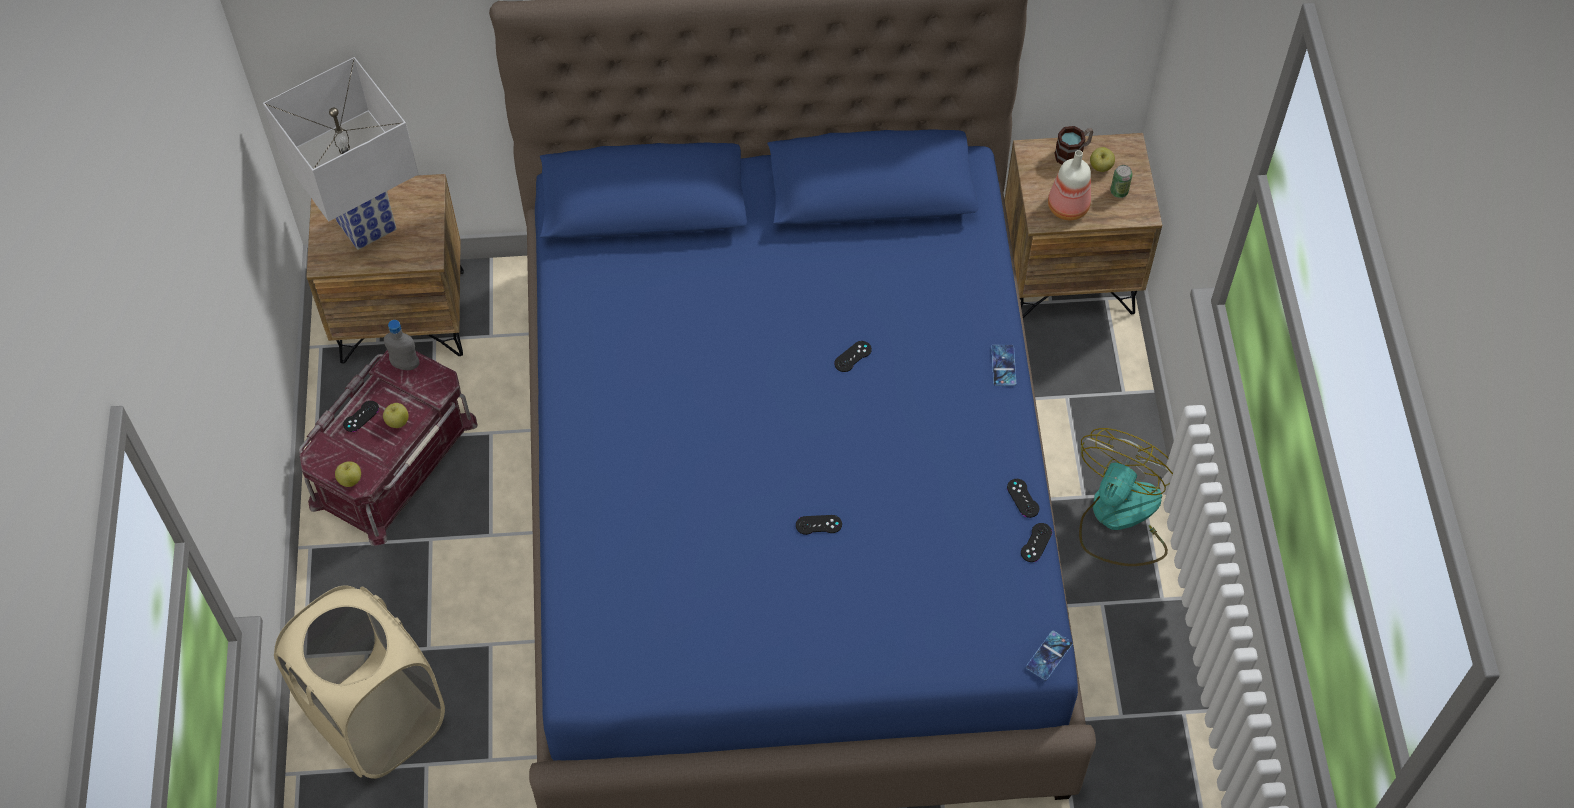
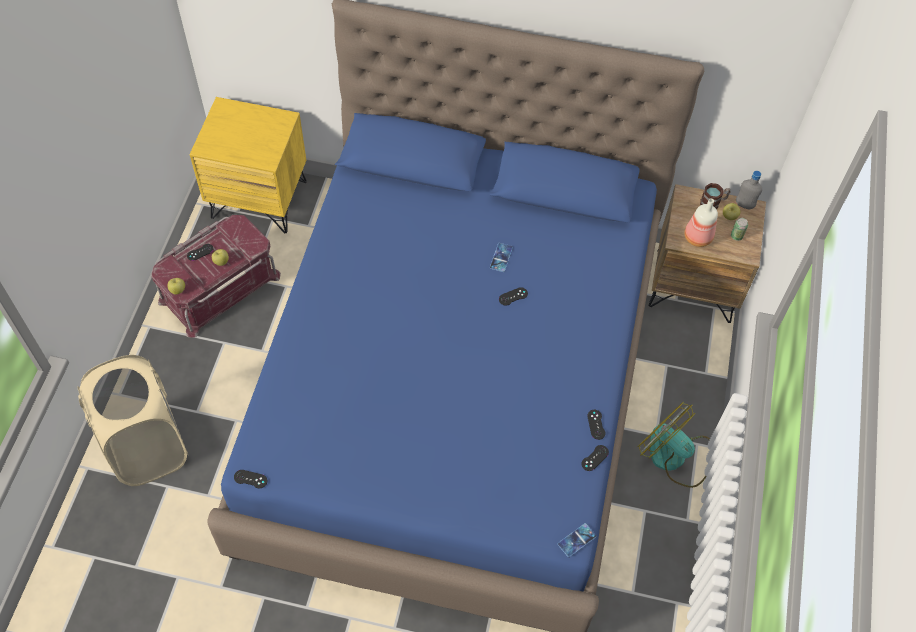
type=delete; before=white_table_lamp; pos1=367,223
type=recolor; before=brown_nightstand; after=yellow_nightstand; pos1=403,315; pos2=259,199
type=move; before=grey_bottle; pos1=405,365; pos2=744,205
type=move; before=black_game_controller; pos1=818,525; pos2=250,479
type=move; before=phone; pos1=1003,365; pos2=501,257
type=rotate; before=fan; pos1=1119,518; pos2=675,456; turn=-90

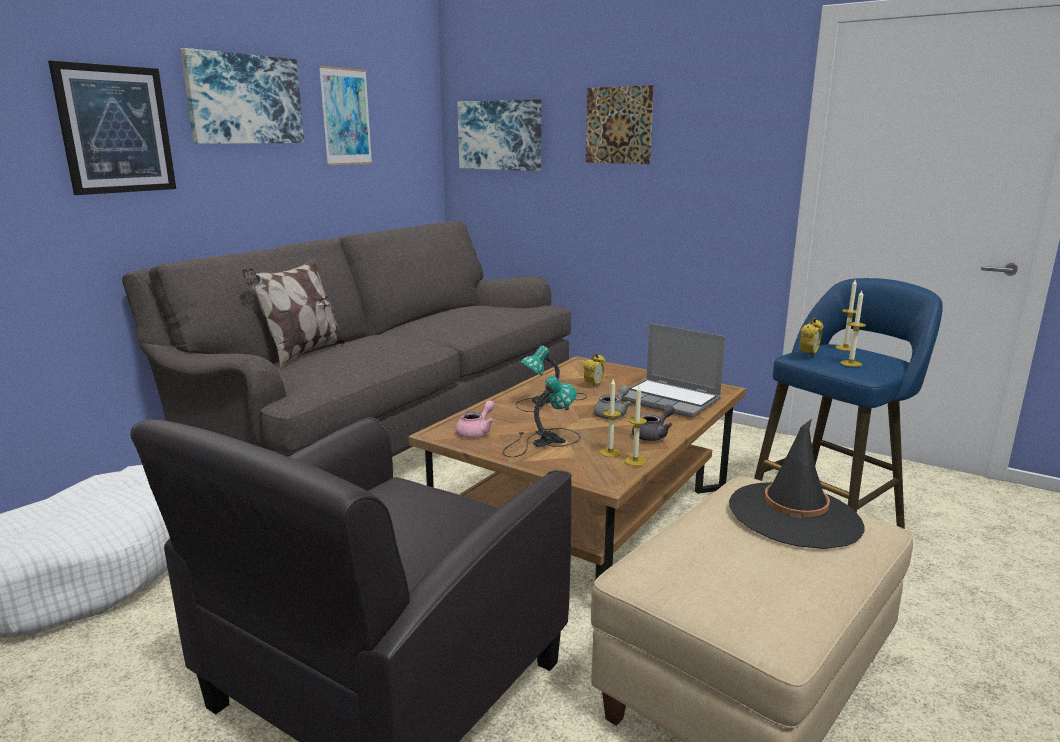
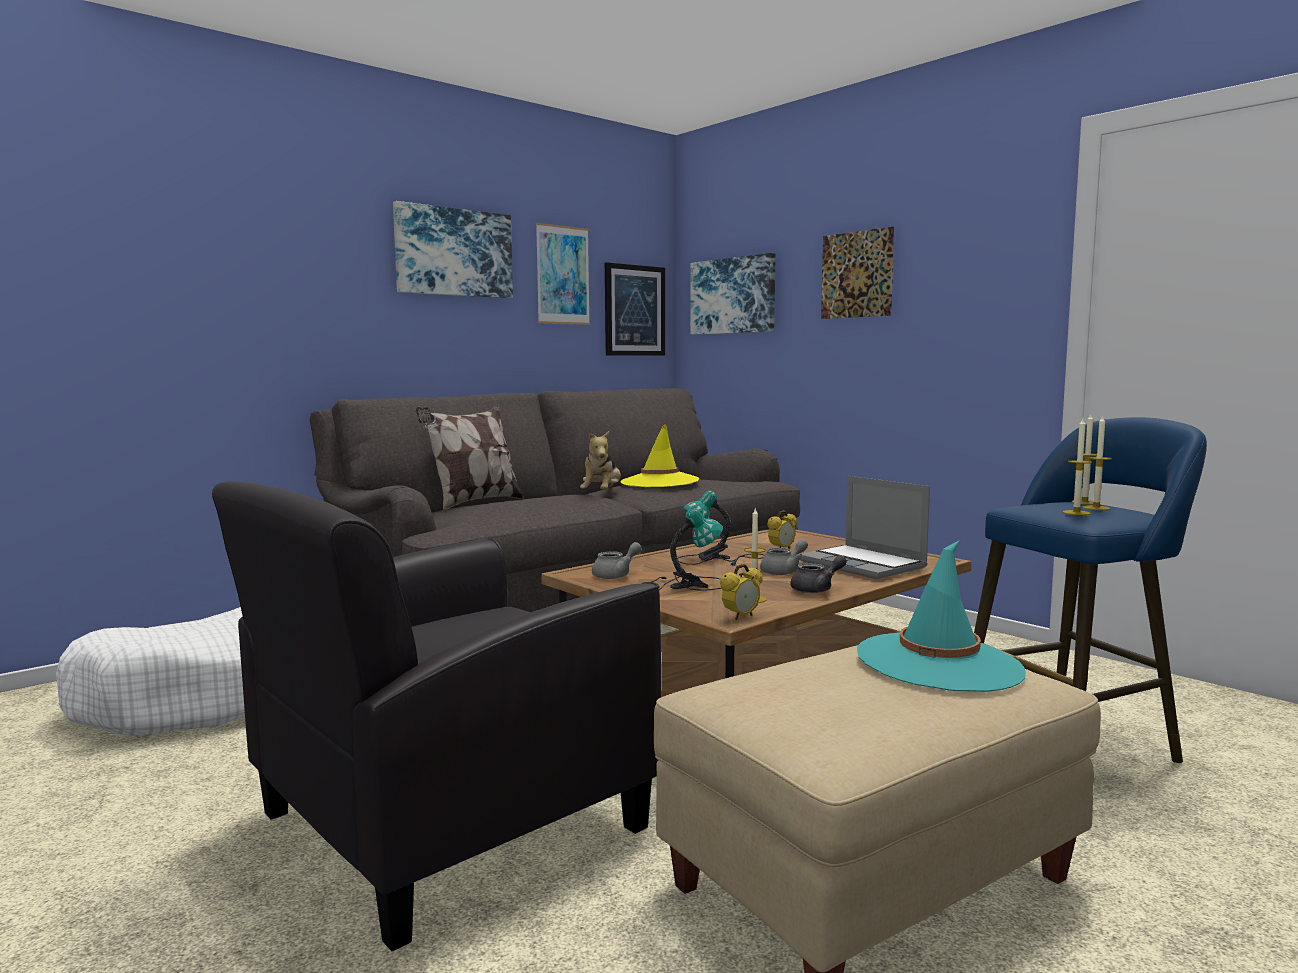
type=move; before=picture; pos1=115,130; pos2=634,310
type=recolor; before=pink_teapot; after=grey_teapot; pos1=476,432; pos2=616,575
type=move; before=candle; pos1=635,461; pos2=1096,508
type=recolor; before=black_hat; after=turquoise_hat; pos1=794,515; pos2=939,663
type=move; before=alarm_clock; pos1=808,355; pos2=740,616
type=insert; after=plush_toy; pos2=602,494
type=insert; after=yellow_hat; pos2=659,482

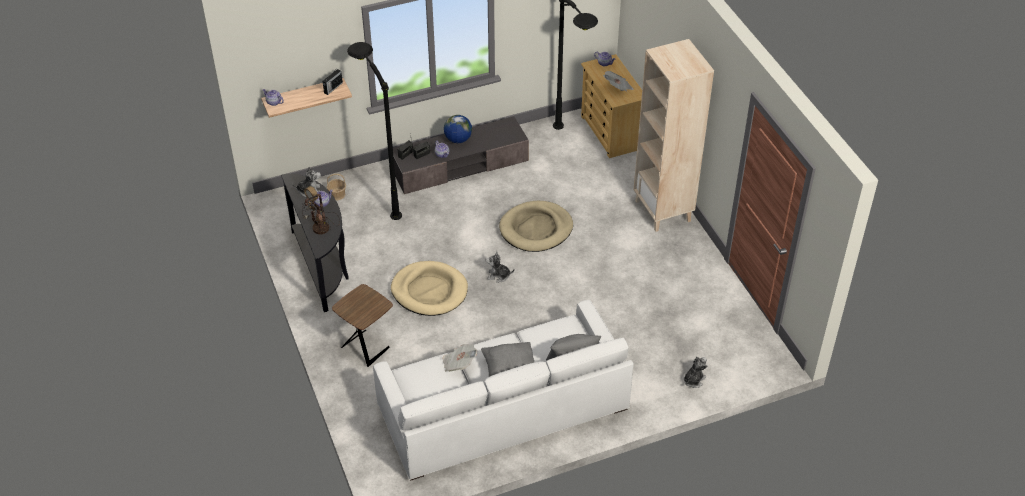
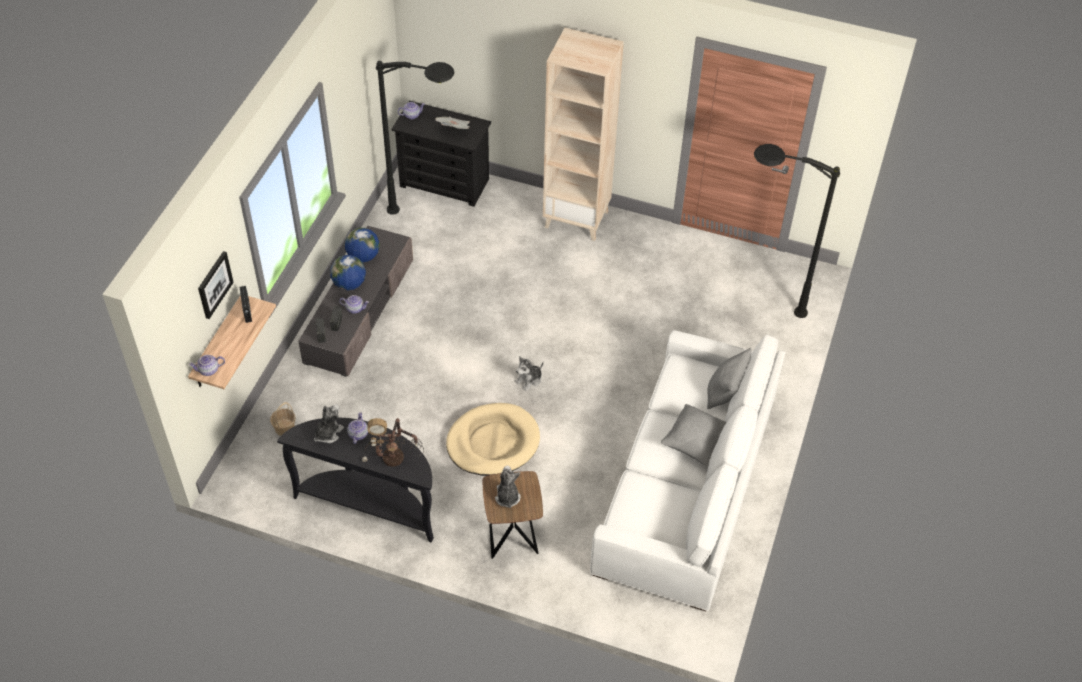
type=move; before=black_floor_lamp; pos1=380,194; pos2=757,306
type=delete; before=newspaper; pos1=459,363
type=delete; before=beige_dog_bed; pos1=536,229
type=recolor; before=beige_dresser; after=black_dresser; pos1=611,132; pos2=445,183
type=move; before=plush_toy; pos1=693,380; pos2=507,496
type=insert; after=picture; pos2=214,284
type=insert; after=globe; pos2=363,256

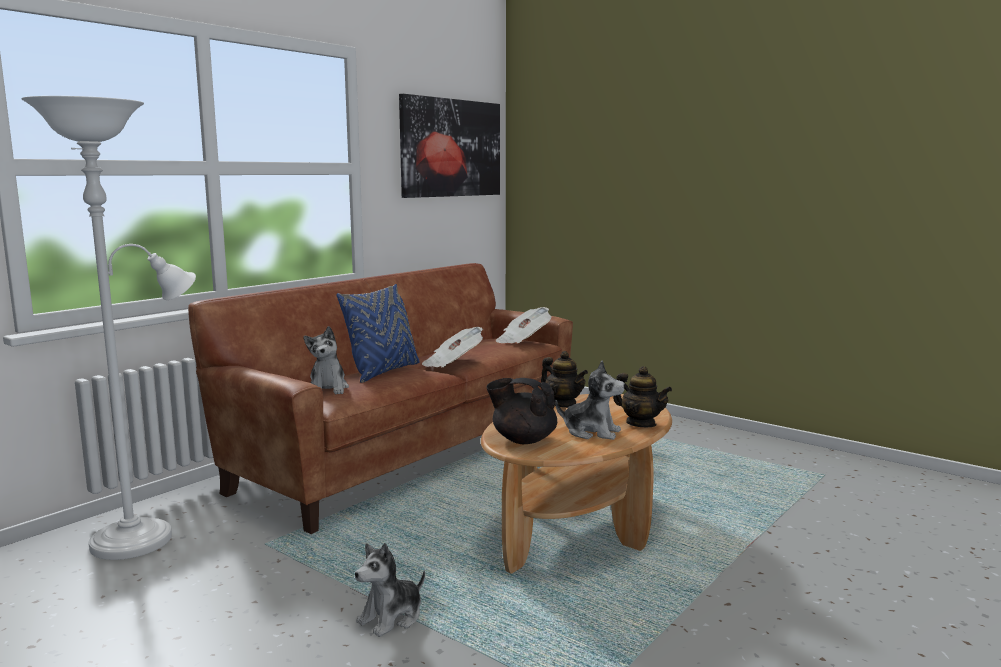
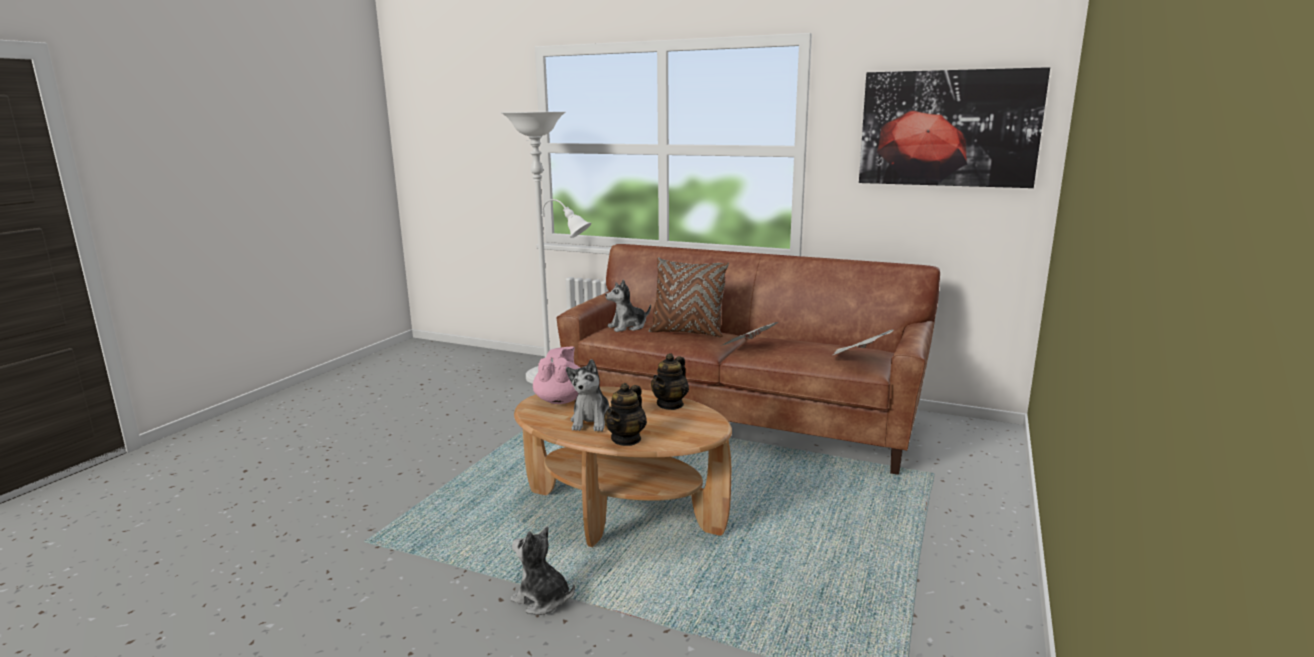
type=recolor; before=blue_pillow; after=brown_pillow; pos1=383,372; pos2=687,332
type=move; before=plush_toy; pos1=392,617; pos2=542,600
type=recolor; before=black_teapot; after=pink_teapot; pos1=523,440; pos2=561,400

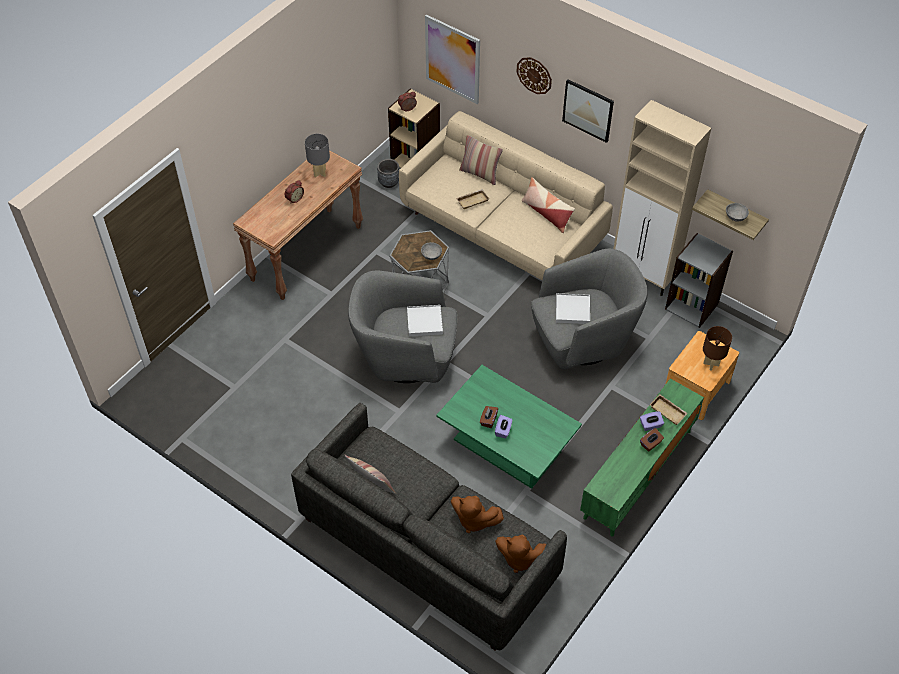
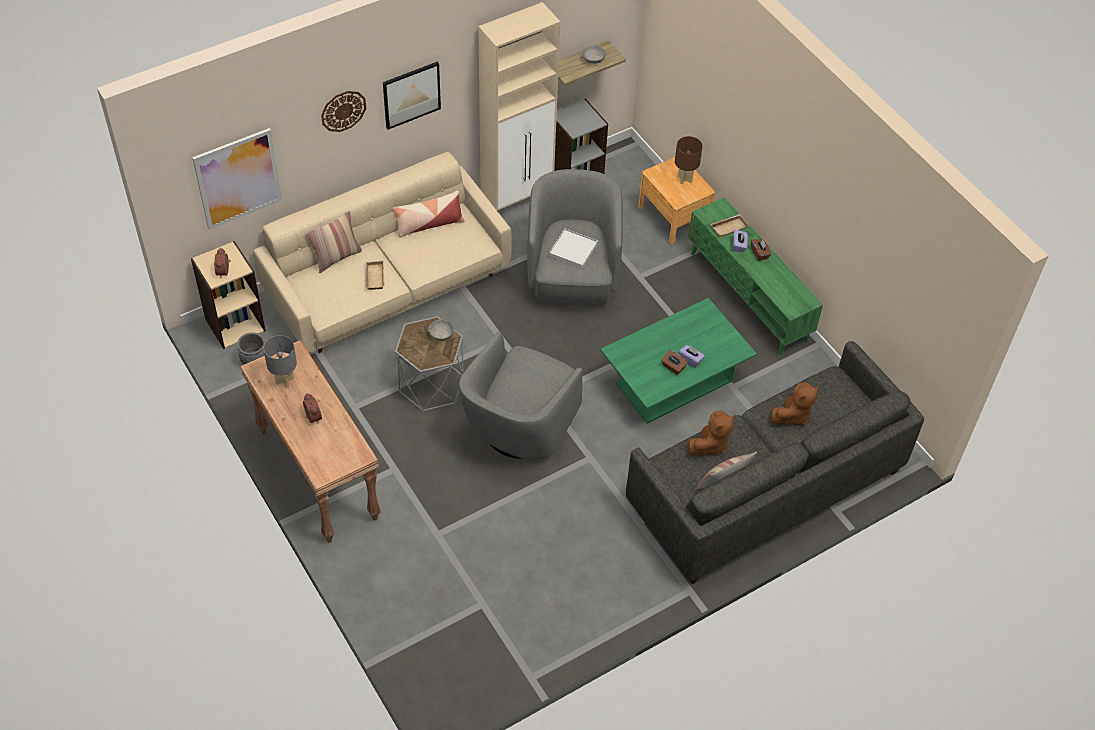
type=delete; before=white_tray; pos1=424,322
type=move; before=brown_plush_toy; pos1=519,559; pos2=710,444

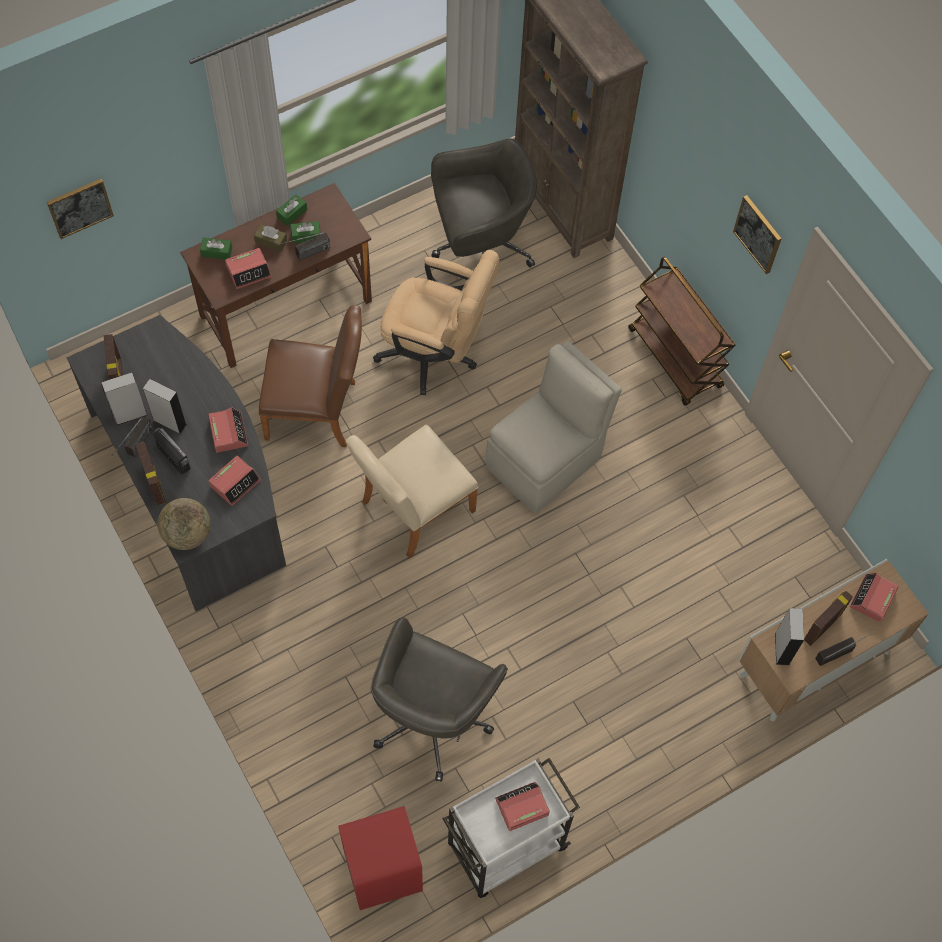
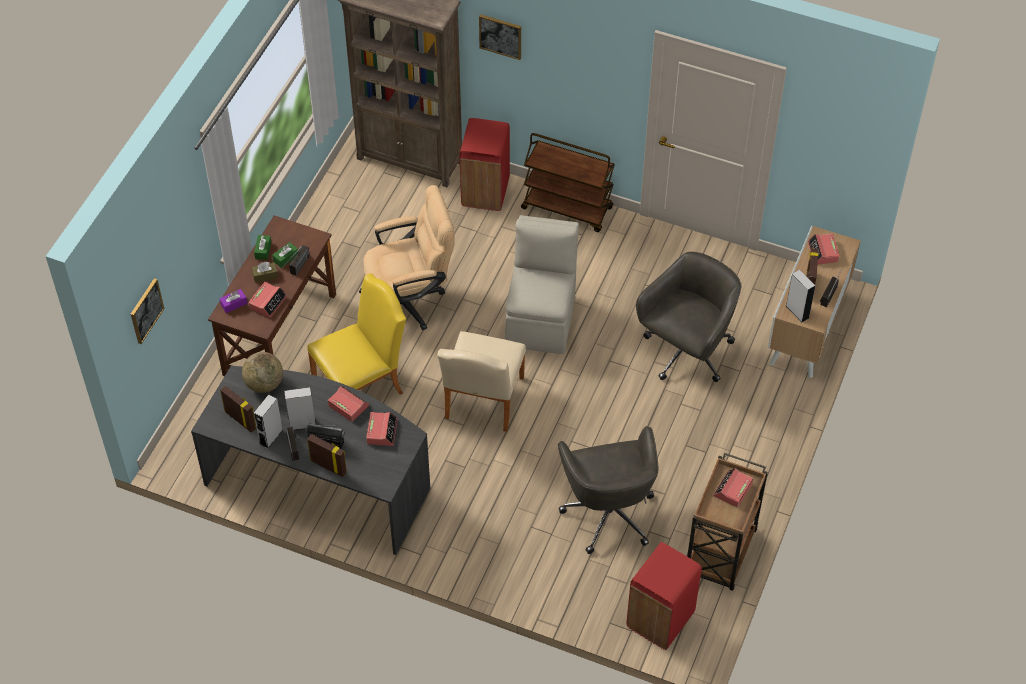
type=move; before=globe; pos1=187,534; pos2=264,384
type=recolor; before=green_tissue_box; after=purple_tissue_box; pos1=217,252; pos2=234,304
type=recolor; before=brown_chair; after=yellow_chair; pos1=318,411; pos2=363,383
type=move; before=grey_office_chair; pos1=480,248; pos2=686,352
type=recolor; before=white_cart; after=brown_cart; pos1=505,847; pos2=720,554
type=move; before=picture; pos1=758,234; pos2=500,36
type=insert; after=red_trash_can; pos2=486,192

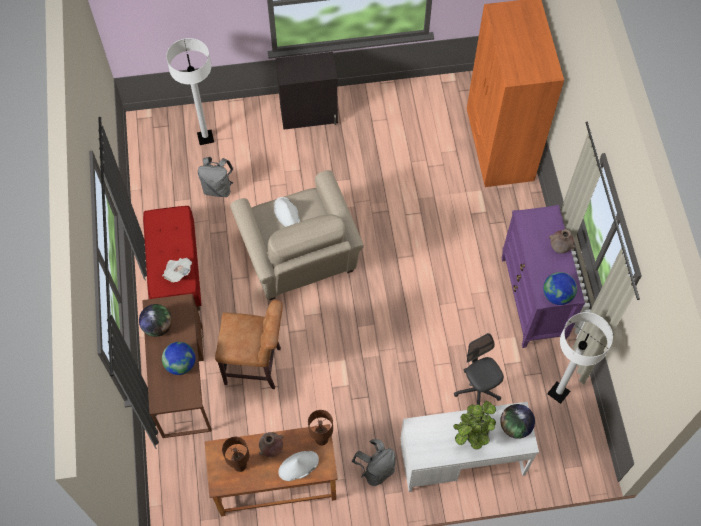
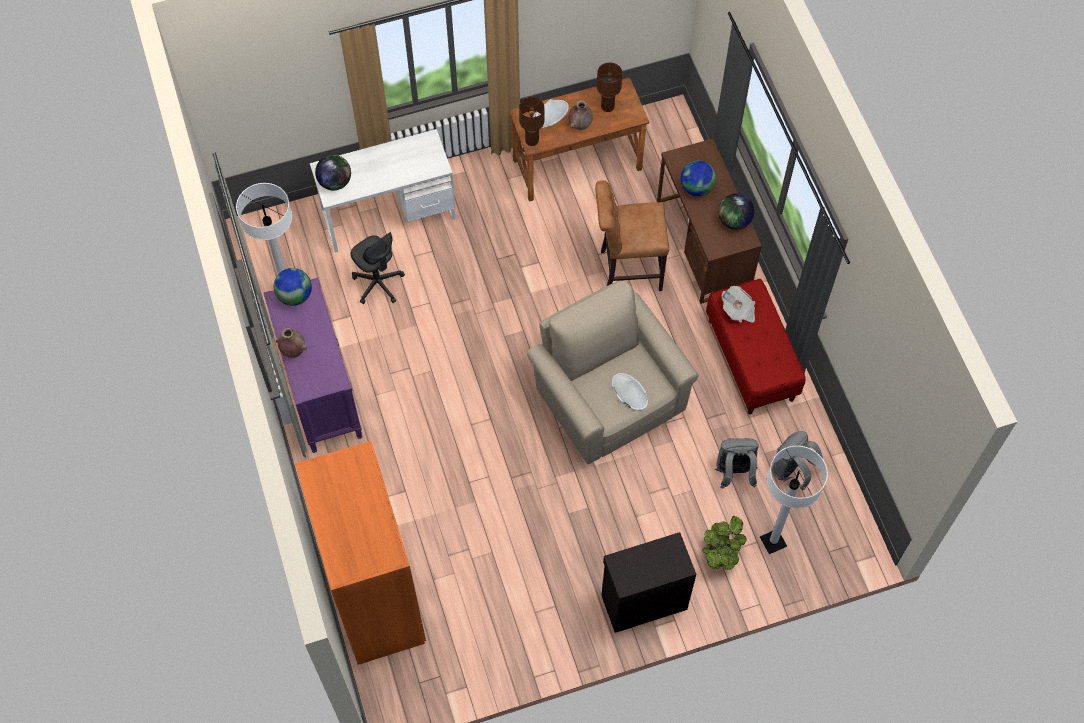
type=move; before=grey_backpack; pos1=376,470; pos2=792,471
type=move; before=potted_plant; pos1=472,433; pos2=720,554

